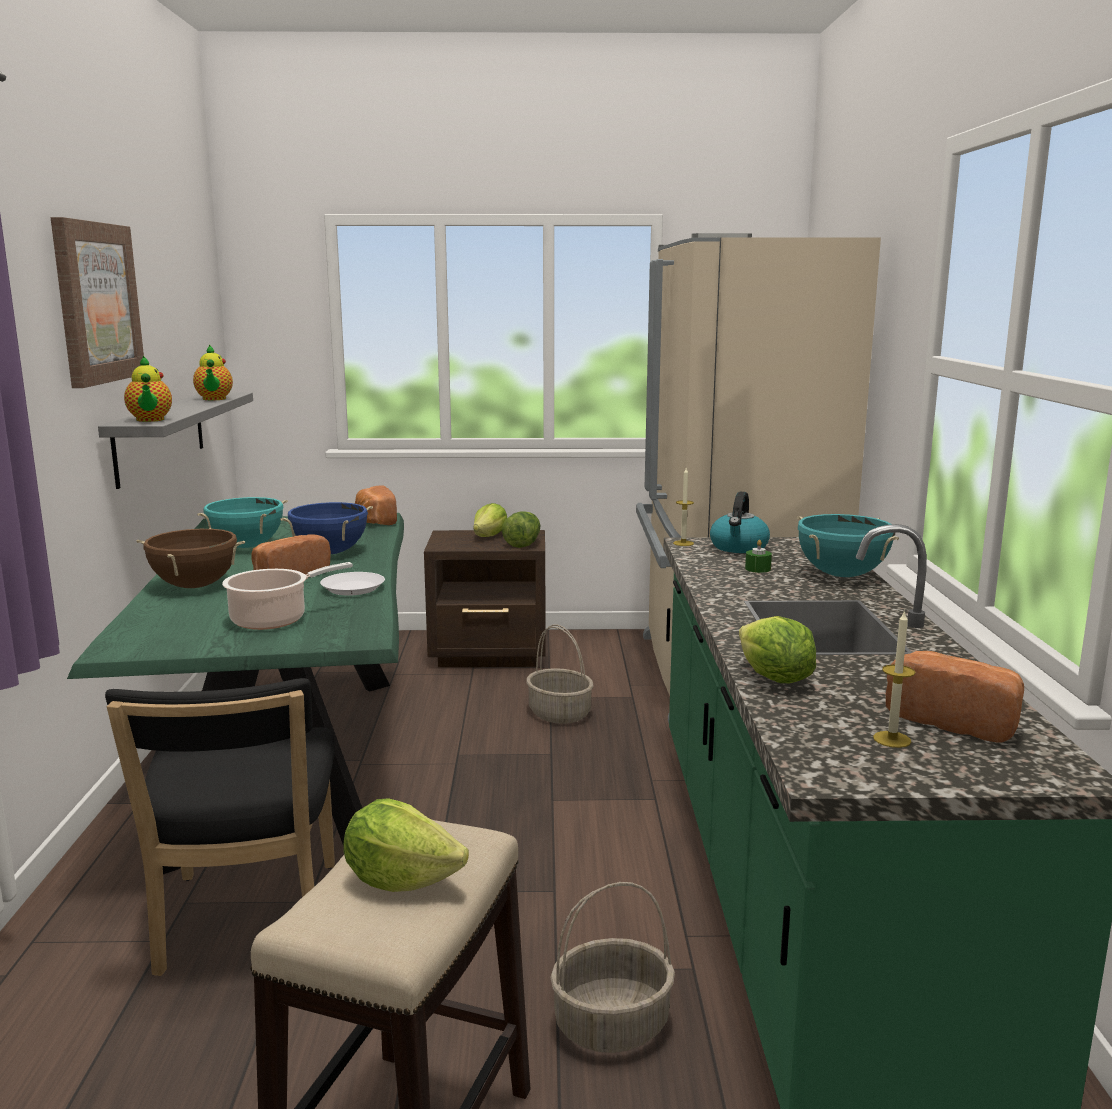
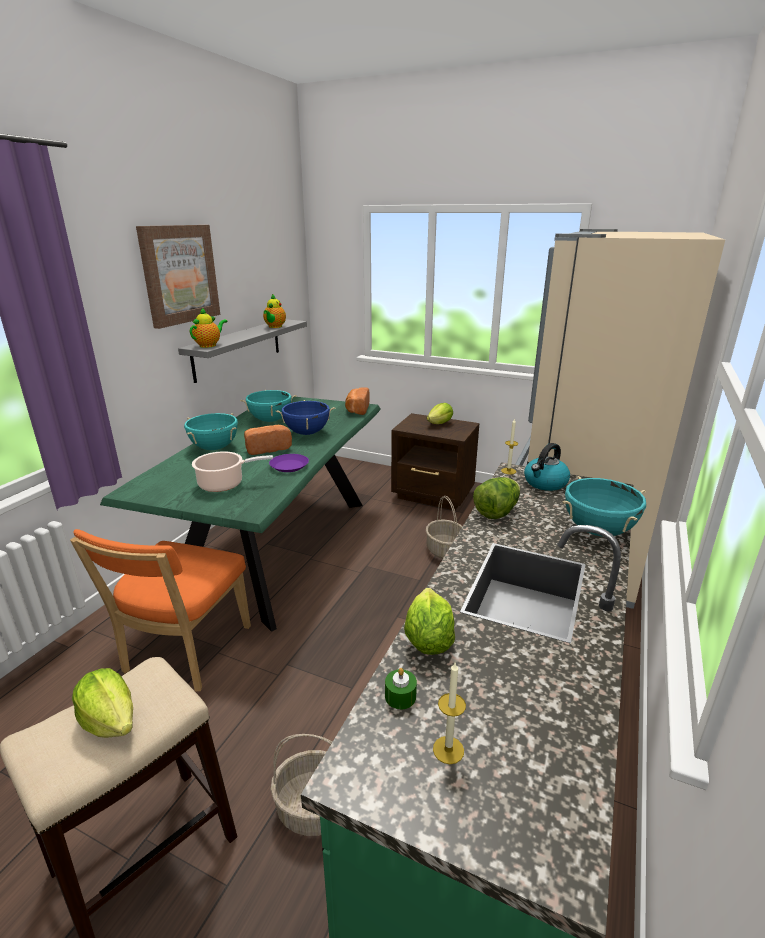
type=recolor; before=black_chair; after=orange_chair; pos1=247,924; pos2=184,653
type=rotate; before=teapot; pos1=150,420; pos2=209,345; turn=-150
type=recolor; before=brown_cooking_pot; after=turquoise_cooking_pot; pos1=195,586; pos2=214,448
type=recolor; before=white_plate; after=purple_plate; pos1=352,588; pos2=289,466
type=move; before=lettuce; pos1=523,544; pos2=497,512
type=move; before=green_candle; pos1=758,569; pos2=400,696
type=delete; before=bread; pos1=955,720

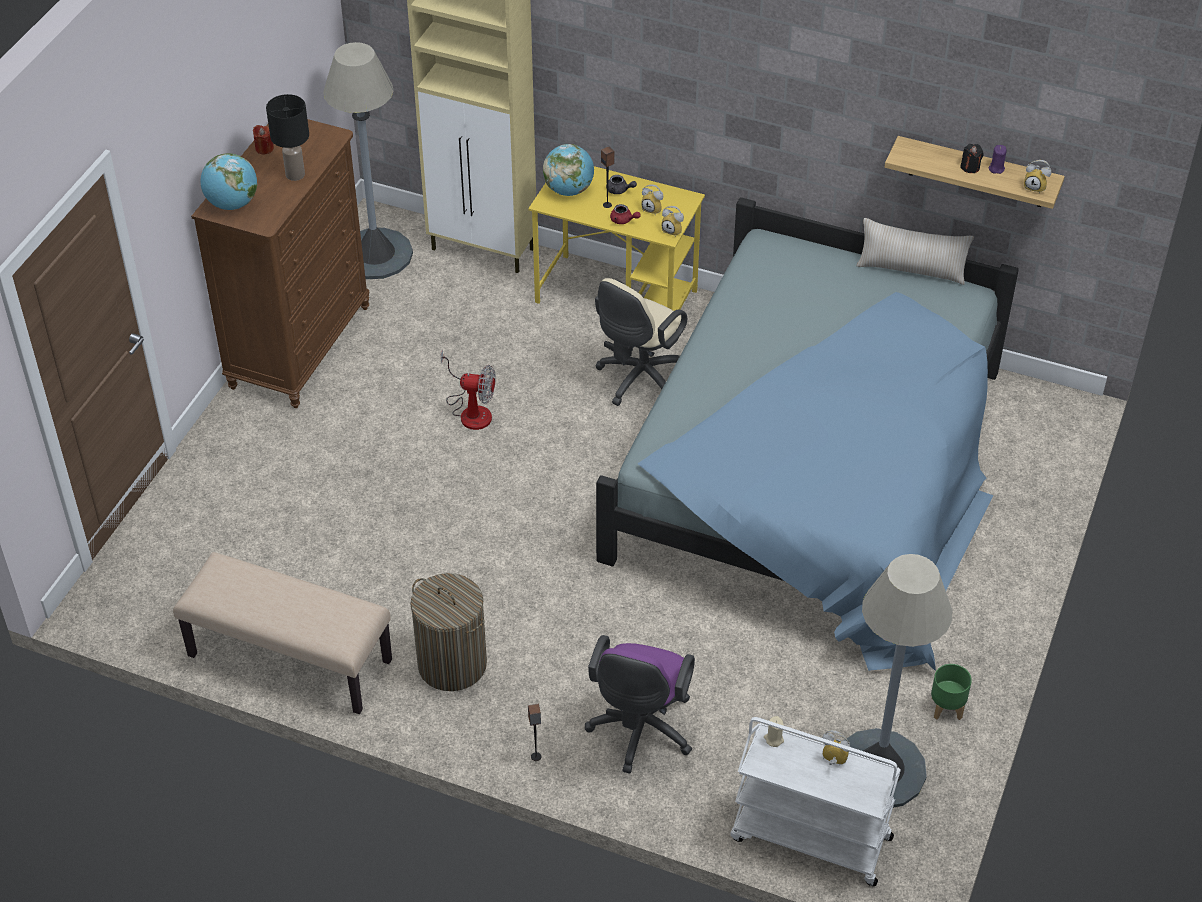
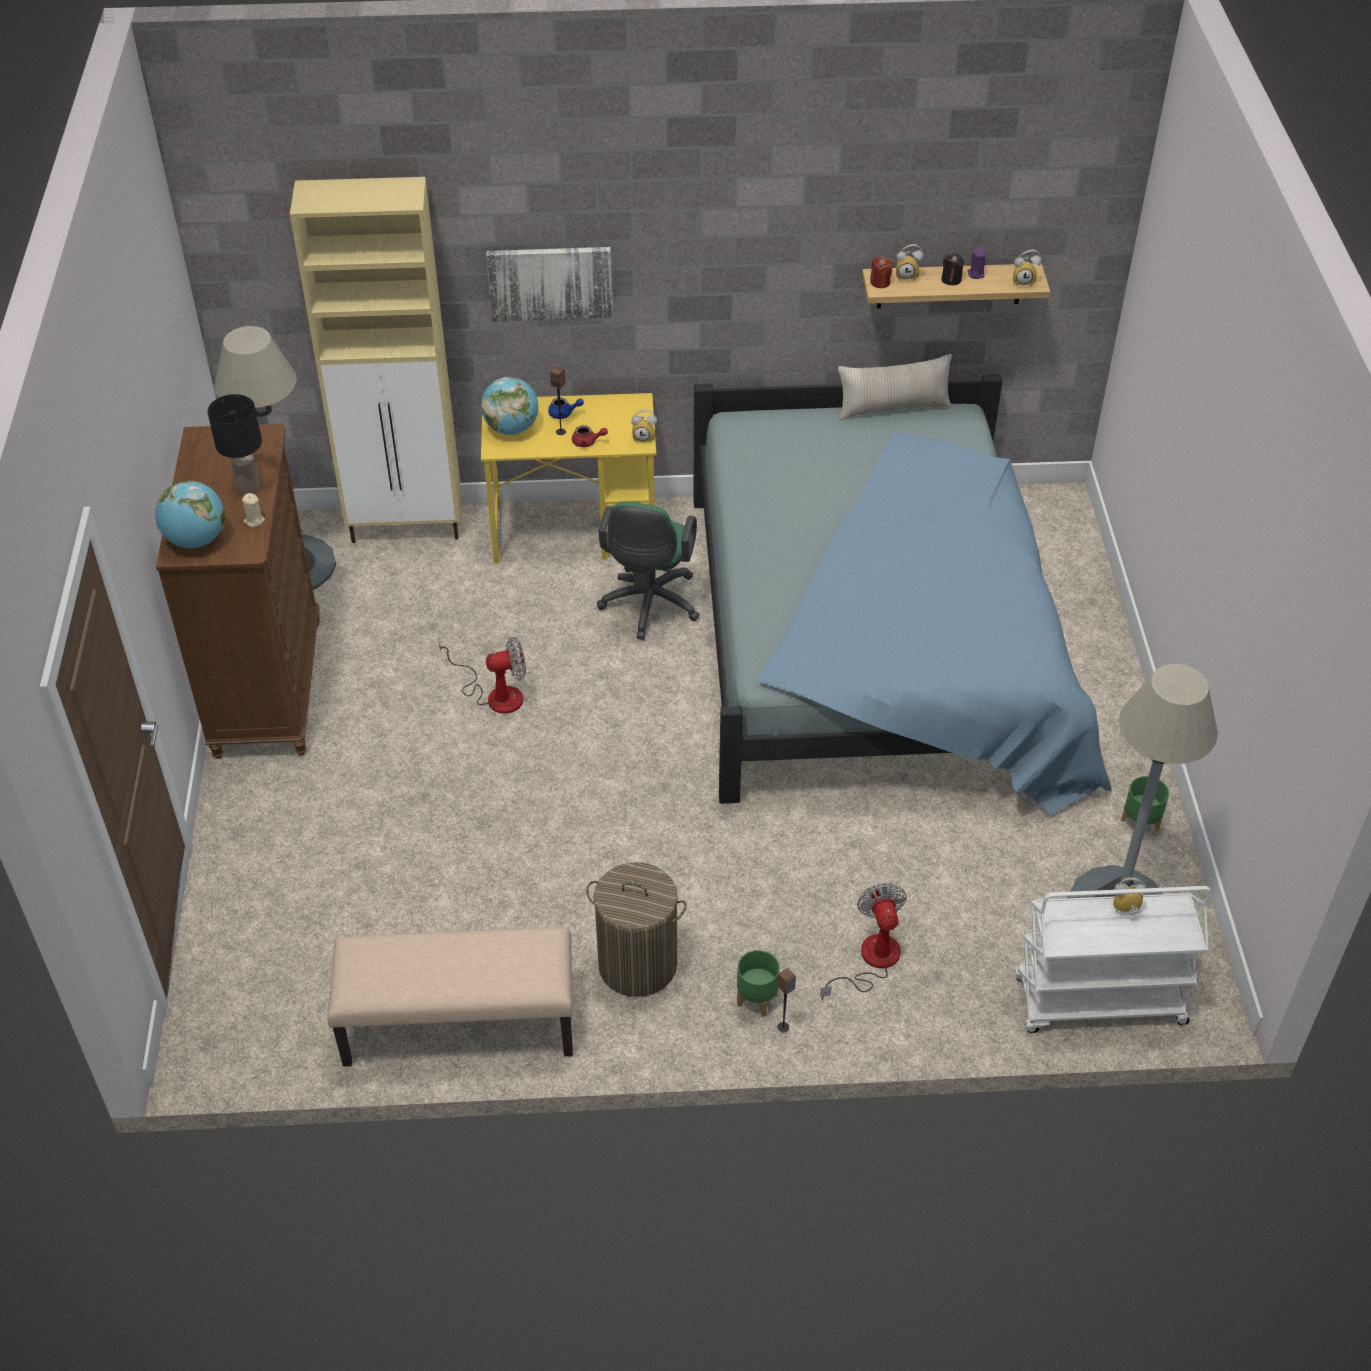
type=move; before=red_candle; pos1=264,148; pos2=880,282
type=replace; before=purple_office_chair; after=fan; pos1=639,732; pos2=870,961
type=recolor; before=beige_office_chair; after=green_office_chair; pos1=639,380; pos2=649,607
type=recolor; before=grey_teapot; after=blue_teapot; pos1=619,190; pos2=564,414
type=move; before=alarm_clock; pos1=653,209; pos2=907,275
type=move; before=beige_candle; pos1=773,739; pos2=254,521
type=insert; after=picture; pos2=550,282
type=insert; after=green_planter; pos2=756,1000

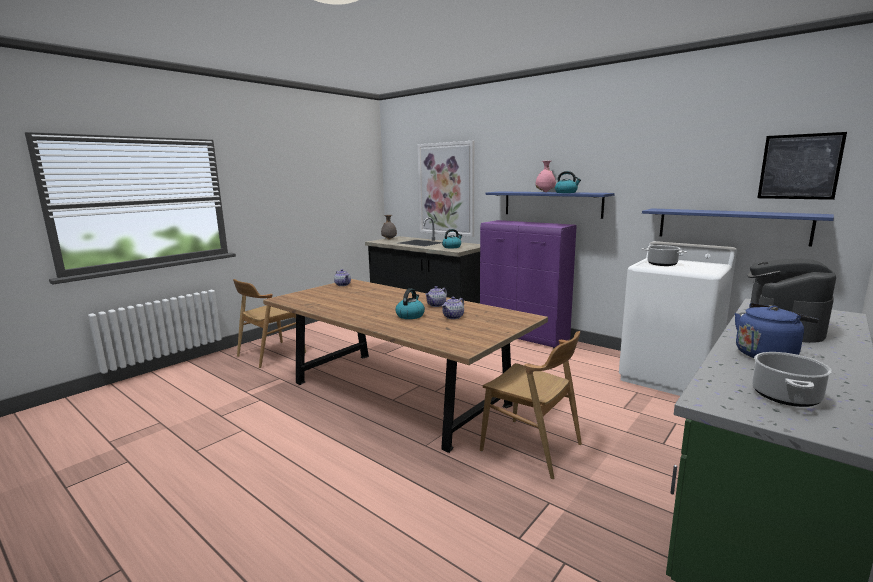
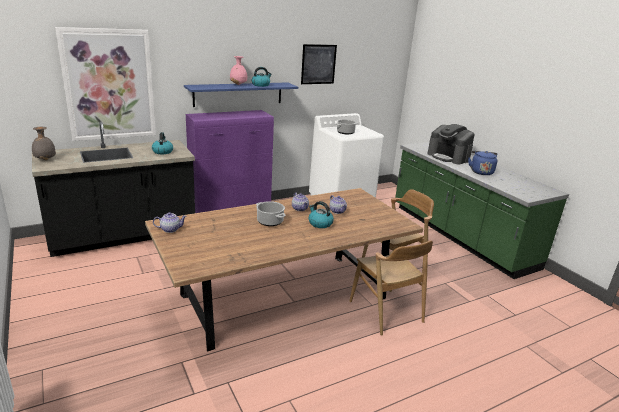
type=move; before=brown_chair; pos1=271,354; pos2=386,312
type=delete; before=blue_shelf; pos1=731,226
type=move; before=cooking_pot; pos1=784,395; pos2=269,221
type=move; before=picture; pos1=799,167; pos2=318,64

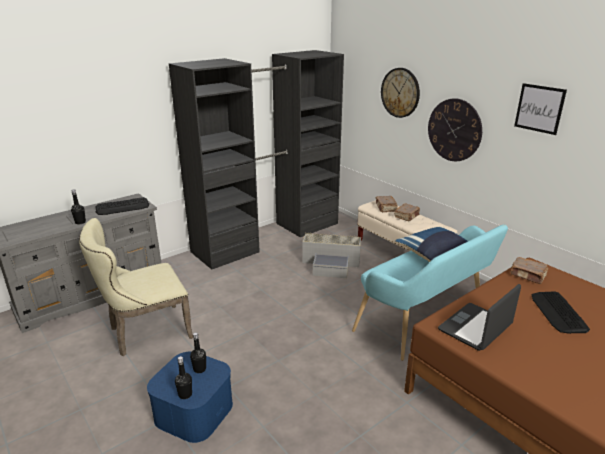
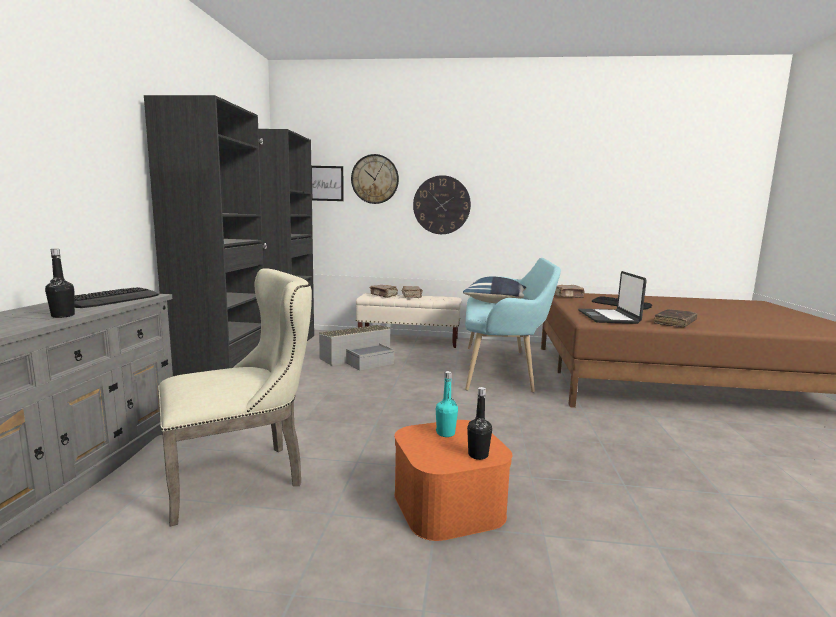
type=rotate; before=beige_chair; pos1=145,332; pos2=243,476; turn=-135
type=recolor; before=blue_storage_box; after=orange_storage_box; pos1=194,410; pos2=448,504
type=recolor; before=black_bottle; after=turquoise_bottle; pos1=199,369; pos2=445,433
type=move; before=picture; pos1=539,108; pos2=326,183
type=insert; after=brown_book; pos2=675,323

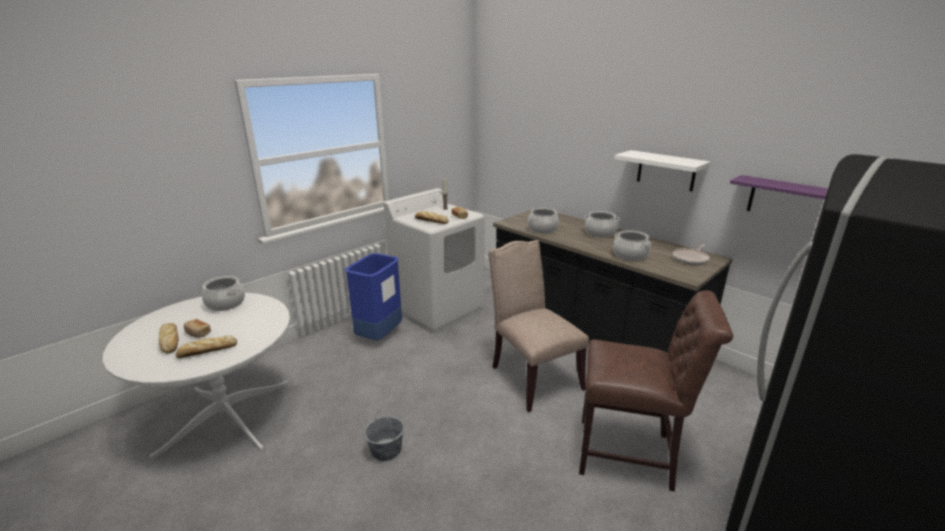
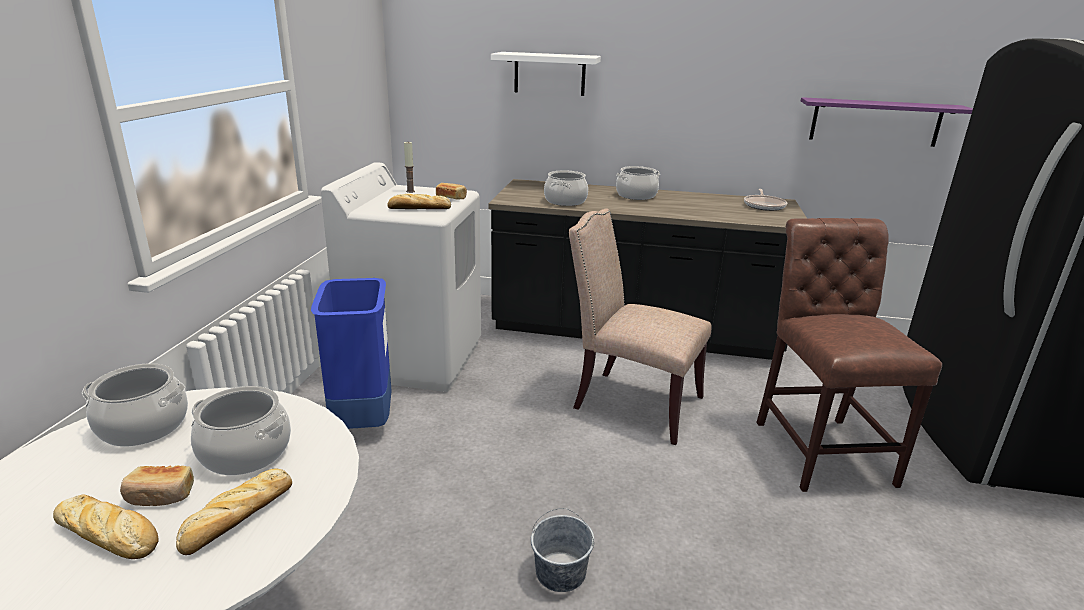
type=rotate; before=brown_chair; pos1=631,455; pos2=820,447; turn=-75
type=move; before=cooking_pot; pos1=630,255; pos2=245,453
type=move; before=white_shelf; pos1=666,170; pos2=549,74

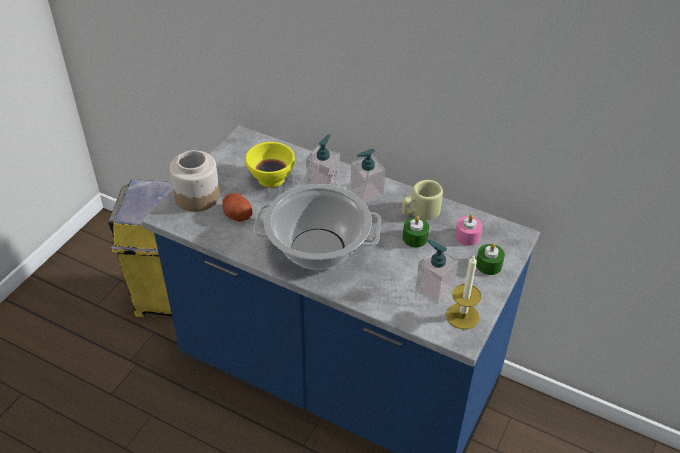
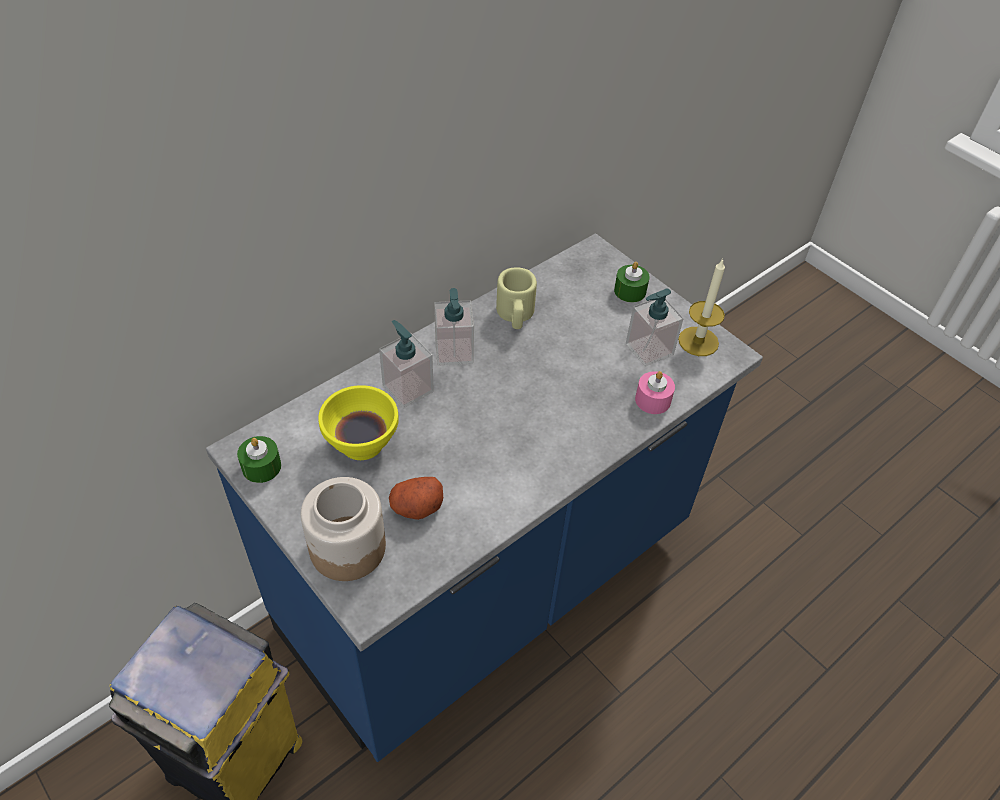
type=delete; before=cooking_pot; pos1=318,249
type=move; before=green_candle; pos1=415,238; pos2=261,467
type=move; before=pink_candle; pos1=467,236; pos2=652,400

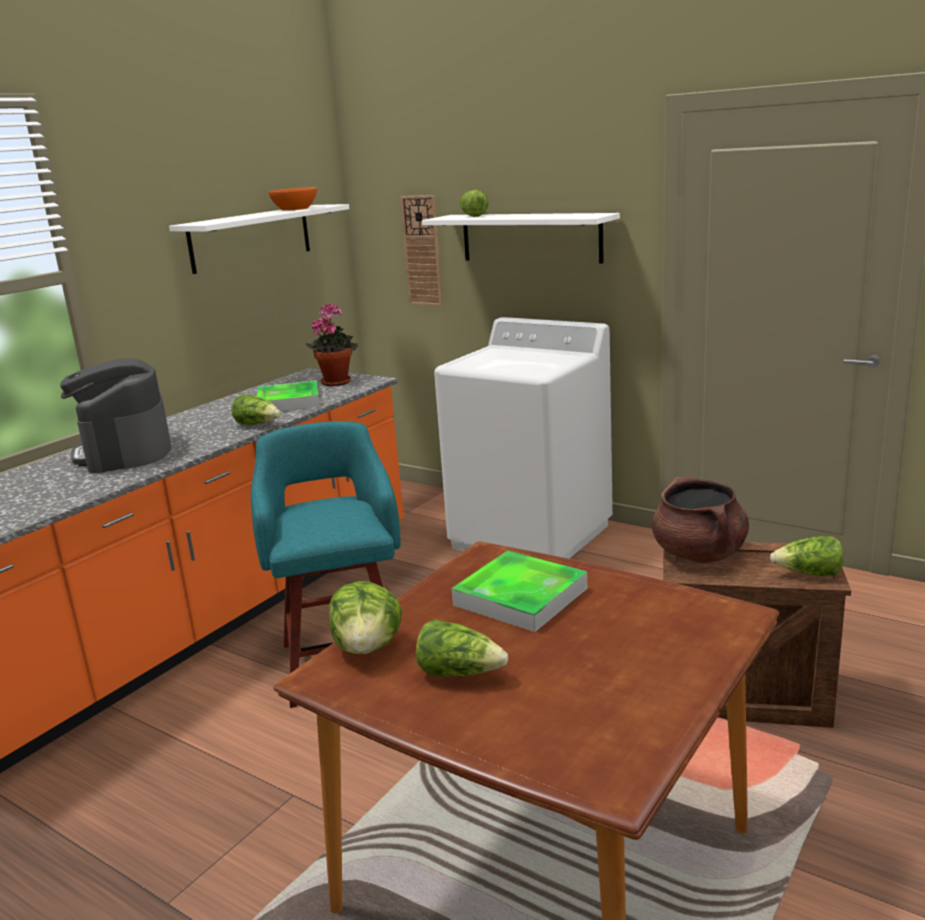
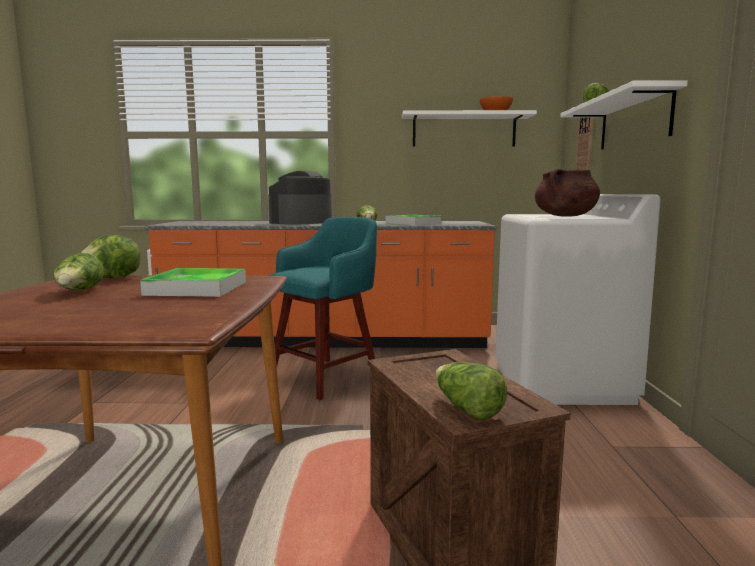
type=delete; before=potted_plant; pos1=337,381
type=move; before=brown_cooking_pot; pos1=699,554; pos2=565,216

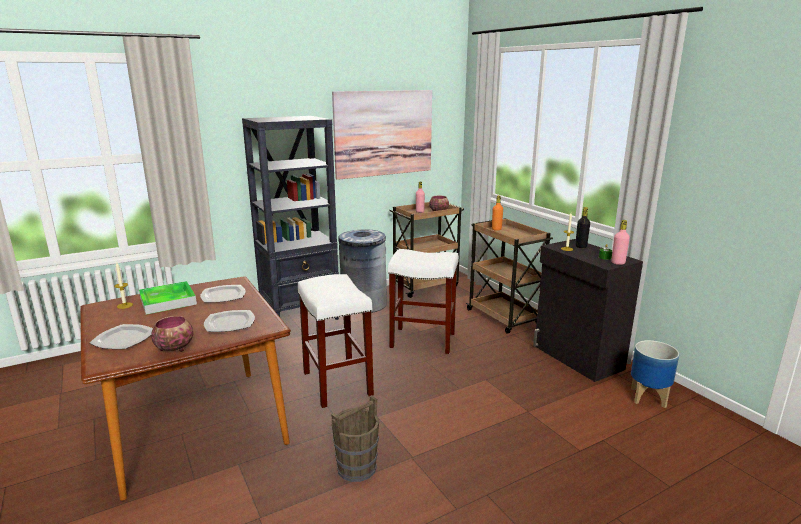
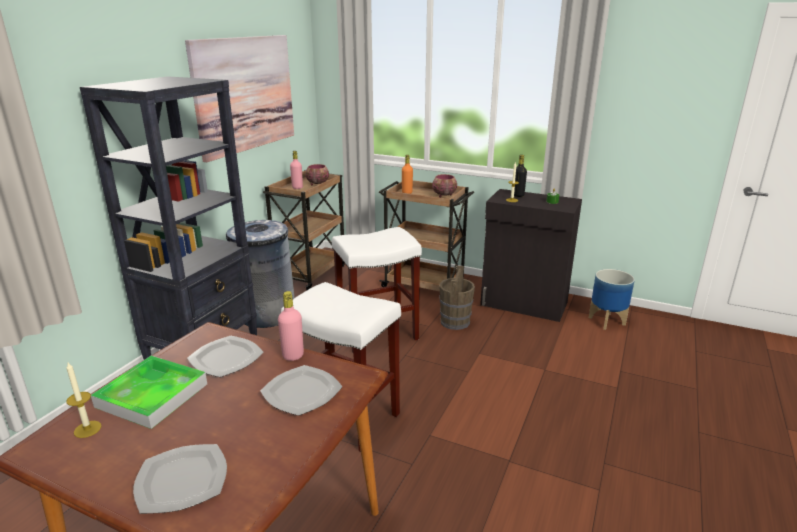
type=move; before=bowl; pos1=174,348; pos2=443,195
type=move; before=brown_bucket; pos1=357,467; pos2=455,322
type=move; before=pink_bottle; pos1=618,263; pos2=293,356

